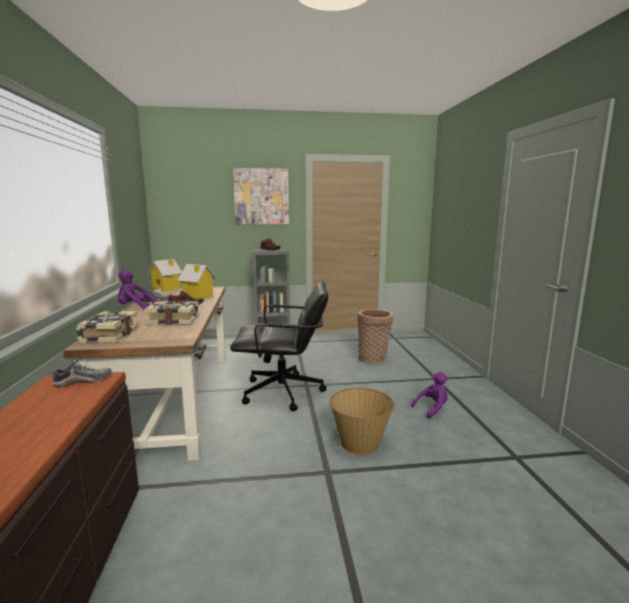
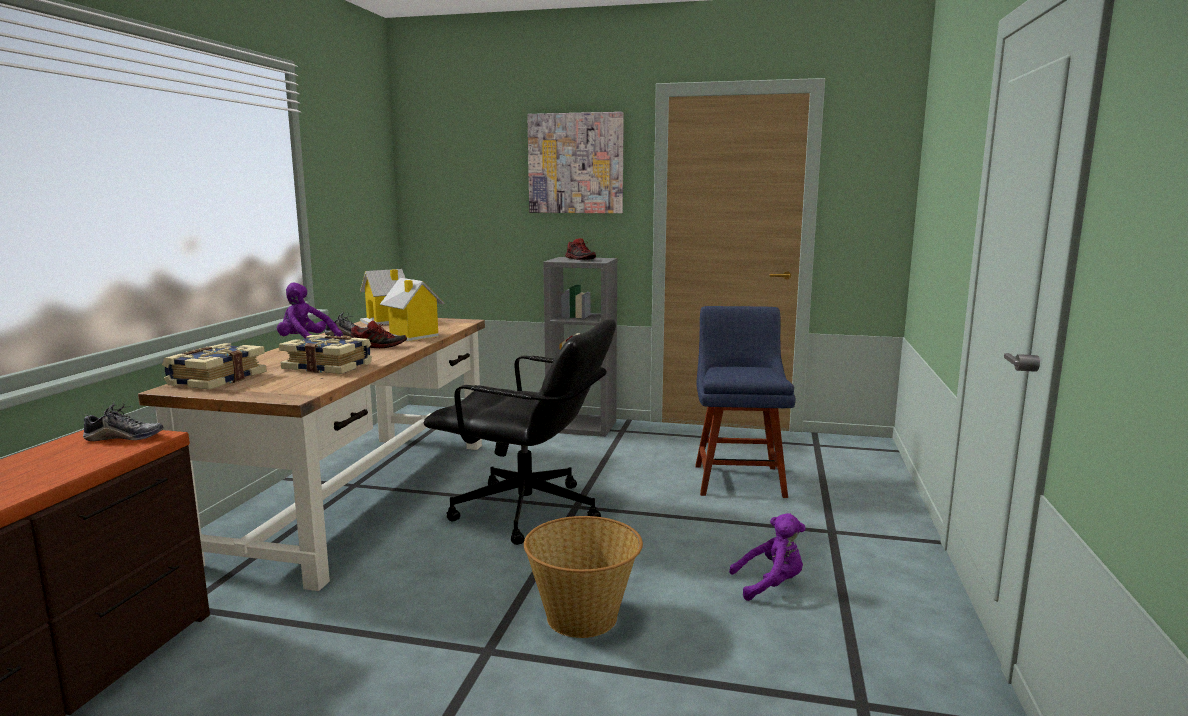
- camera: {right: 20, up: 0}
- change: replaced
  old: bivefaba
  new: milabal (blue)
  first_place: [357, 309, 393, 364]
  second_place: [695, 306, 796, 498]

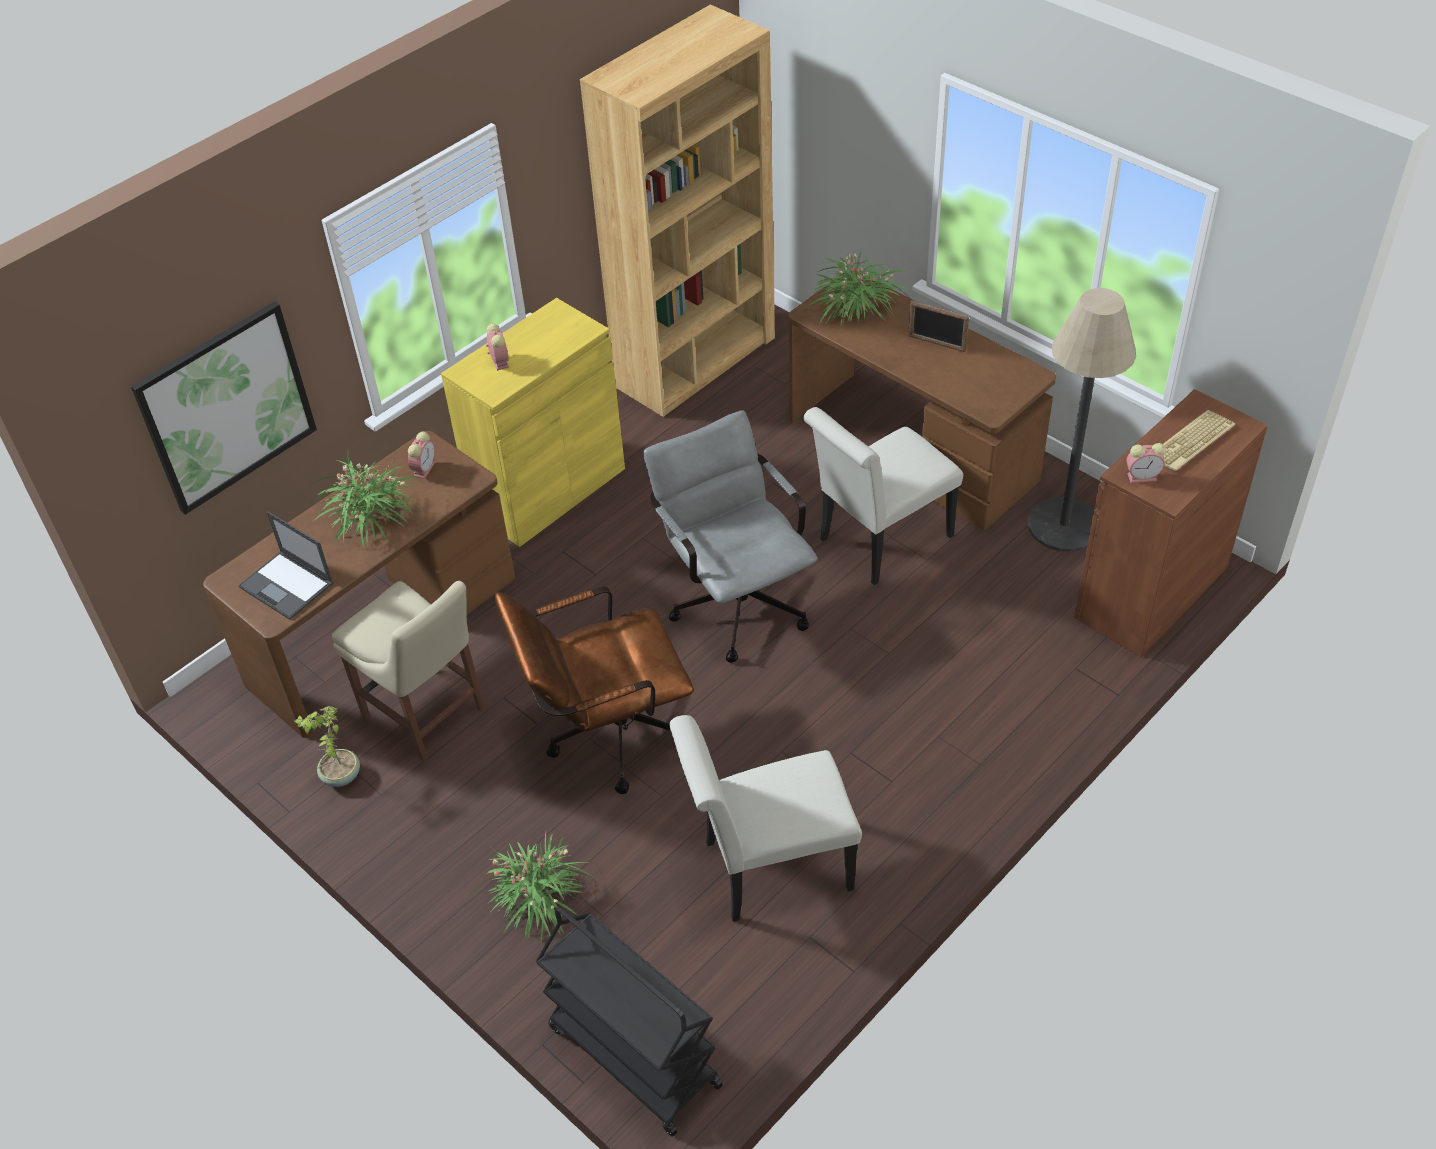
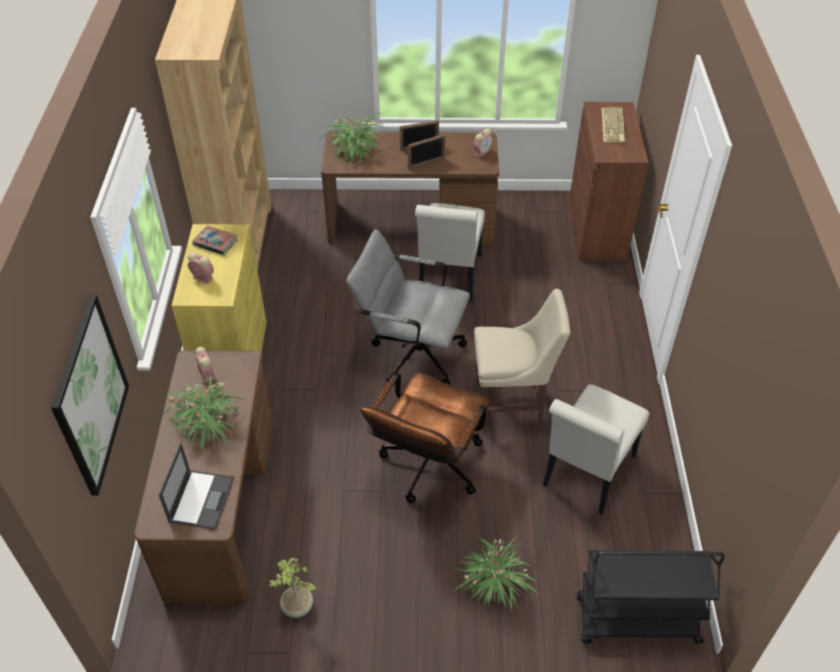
- camera: {right: -45, up: 0}
- change: removed
  old: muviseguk
  first_place: [1028, 288, 1136, 552]
- change: moved
  old: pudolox
  first_place: [1126, 443, 1166, 483]
  second_place: [473, 128, 492, 157]
- change: turned
  old: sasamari
  first_place: [238, 511, 334, 620]
  second_place: [159, 443, 234, 530]
  degrees: -75
- change: moved
  old: milabal (beige)
  first_place: [332, 581, 485, 762]
  second_place: [474, 289, 570, 430]
- change: added
  new: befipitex
  second_place: [408, 134, 445, 170]
- change: added
  new: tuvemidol
  second_place: [192, 226, 238, 255]

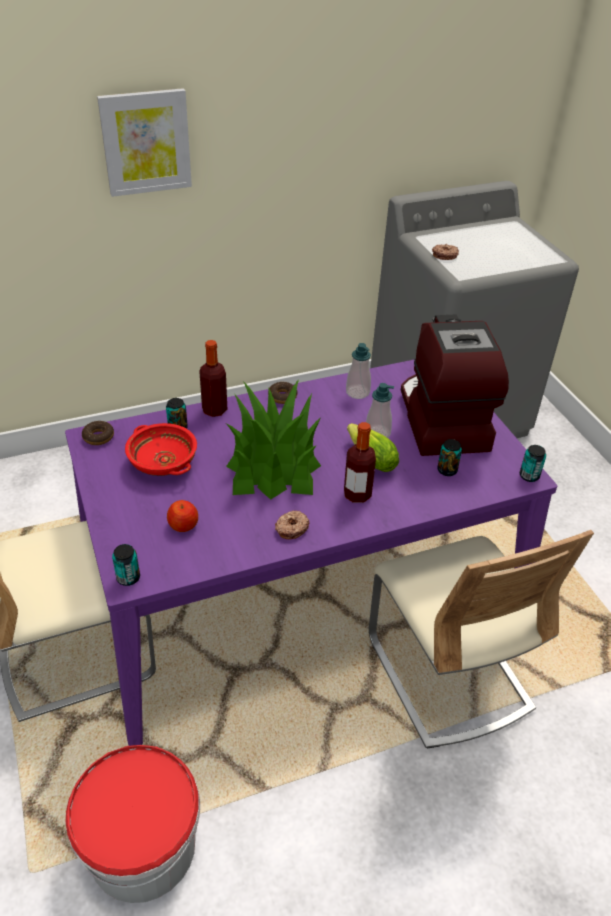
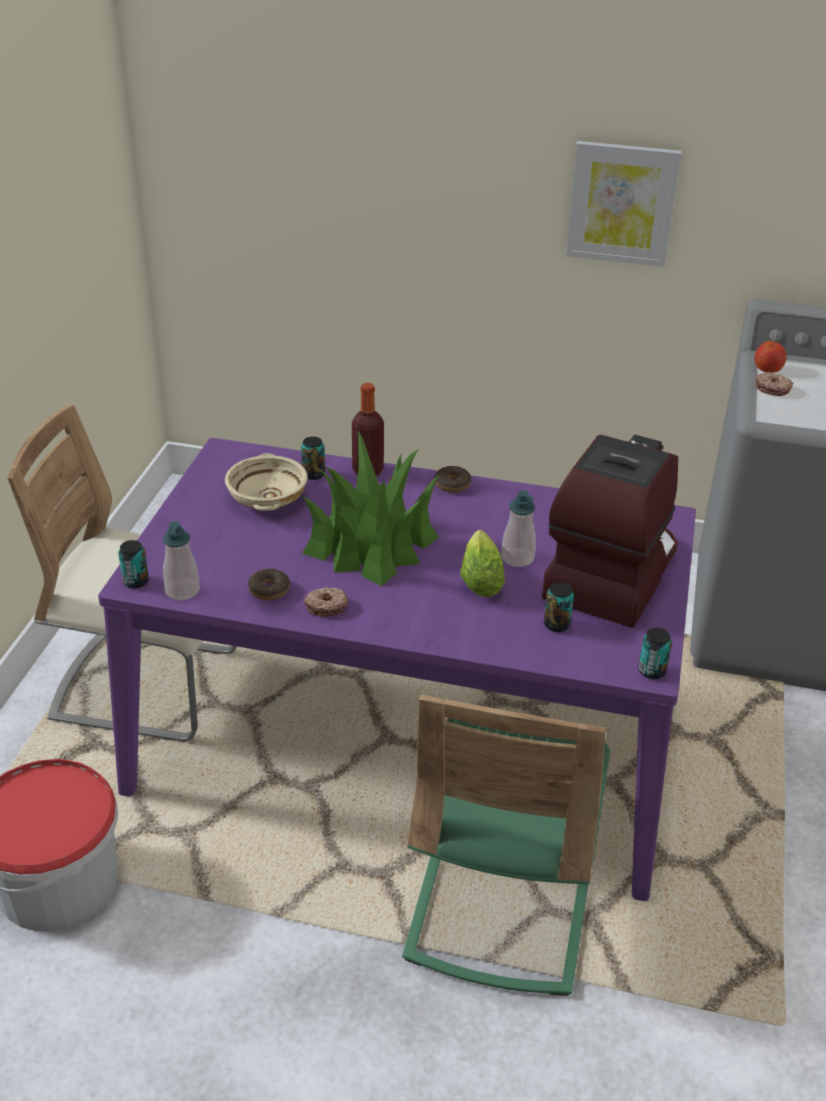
- camera: {right: 35, up: -5}
- change: moved
  old: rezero
  first_place: [97, 88, 192, 197]
  second_place: [566, 141, 682, 267]
- change: moved
  old: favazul
  first_place: [346, 343, 371, 399]
  second_place: [163, 521, 200, 601]
- change: moved
  old: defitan
  first_place: [82, 421, 114, 445]
  second_place: [248, 569, 290, 600]
- change: removed
  old: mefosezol
  first_place: [344, 422, 376, 503]
- change: recoloured
  old: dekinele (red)
  new: dekinele (beige)
  first_place: [125, 423, 197, 476]
  second_place: [225, 453, 308, 511]
- change: moved
  old: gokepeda
  first_place: [167, 500, 198, 532]
  second_place: [754, 341, 787, 373]
- change: recoloured
  old: milabal (beige)
  new: milabal (green)
  first_place: [369, 530, 594, 749]
  second_place: [402, 695, 610, 996]

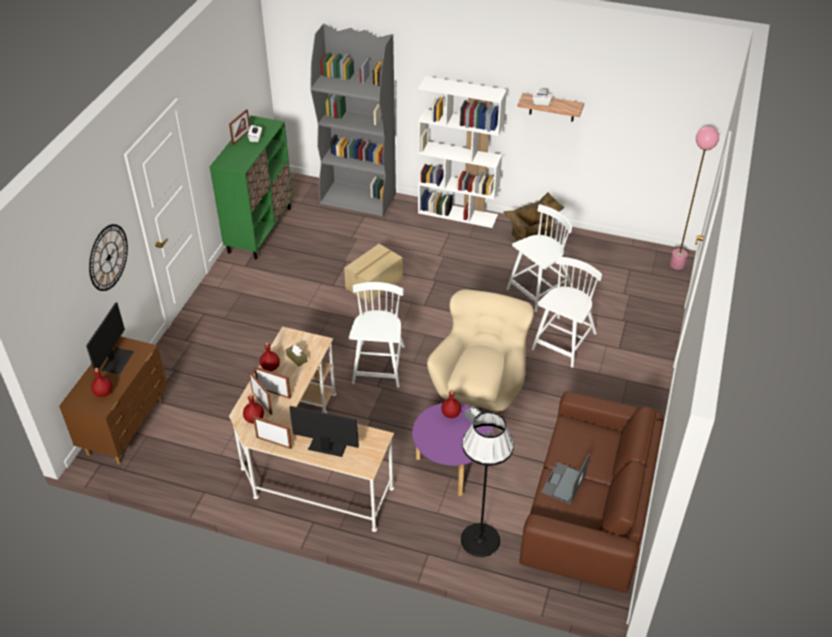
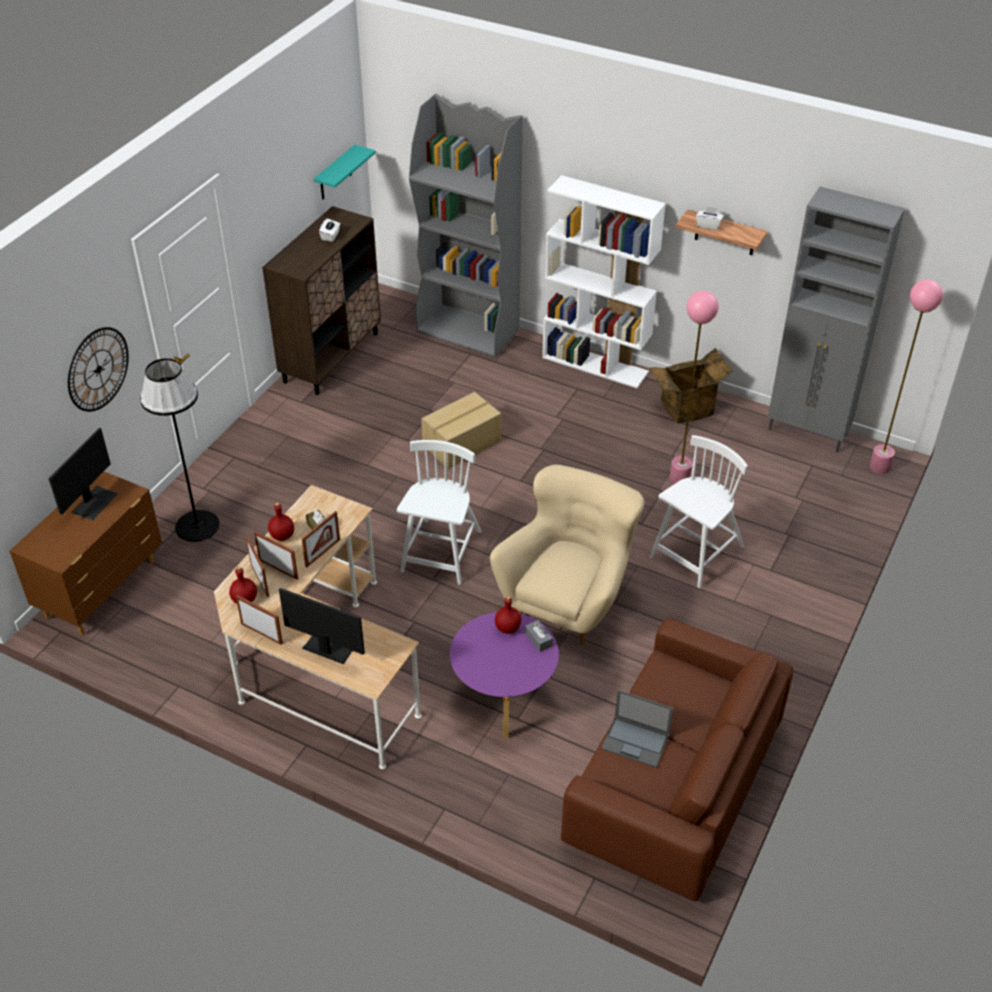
- camera: {right: 10, up: 0}
- change: moved
  old: befipitex
  first_place: [229, 109, 250, 145]
  second_place: [301, 511, 340, 567]
- change: recoloured
  old: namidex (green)
  new: namidex (brown)
  first_place: [210, 116, 293, 260]
  second_place: [262, 206, 381, 395]
- change: replaced
  old: milabal (white)
  new: muviseguk (pink)
  first_place: [507, 204, 574, 312]
  second_place: [670, 291, 719, 484]
- change: removed
  old: mefosezol (red)
  first_place: [91, 368, 112, 397]
- change: moved
  old: muviseguk (black)
  first_place: [461, 412, 514, 557]
  second_place: [140, 358, 220, 542]
- change: turned
  old: sasamari
  first_place: [541, 454, 590, 505]
  second_place: [601, 690, 673, 767]
  degrees: -105
- change: added
  new: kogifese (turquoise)
  second_place: [314, 145, 376, 199]
- change: added
  new: namidex (grey)
  second_place: [768, 187, 905, 452]

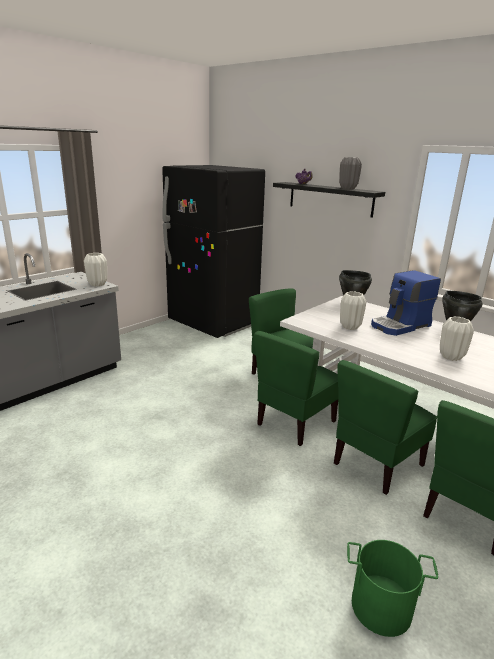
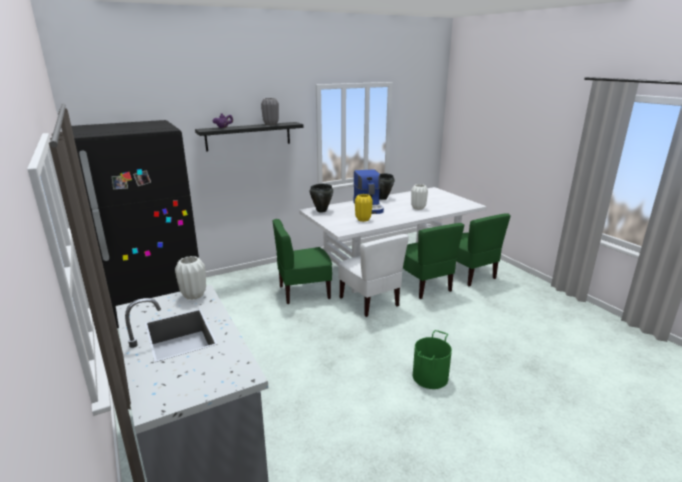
- camera: {right: -70, up: 0}
- change: recoloured
  old: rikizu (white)
  new: rikizu (yellow)
  first_place: [340, 291, 366, 330]
  second_place: [355, 194, 373, 222]
- change: recoloured
  old: milabal (green)
  new: milabal (white)
  first_place: [254, 331, 338, 446]
  second_place: [338, 234, 409, 317]
- change: moved
  old: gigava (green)
  first_place: [347, 540, 438, 637]
  second_place: [413, 330, 452, 389]

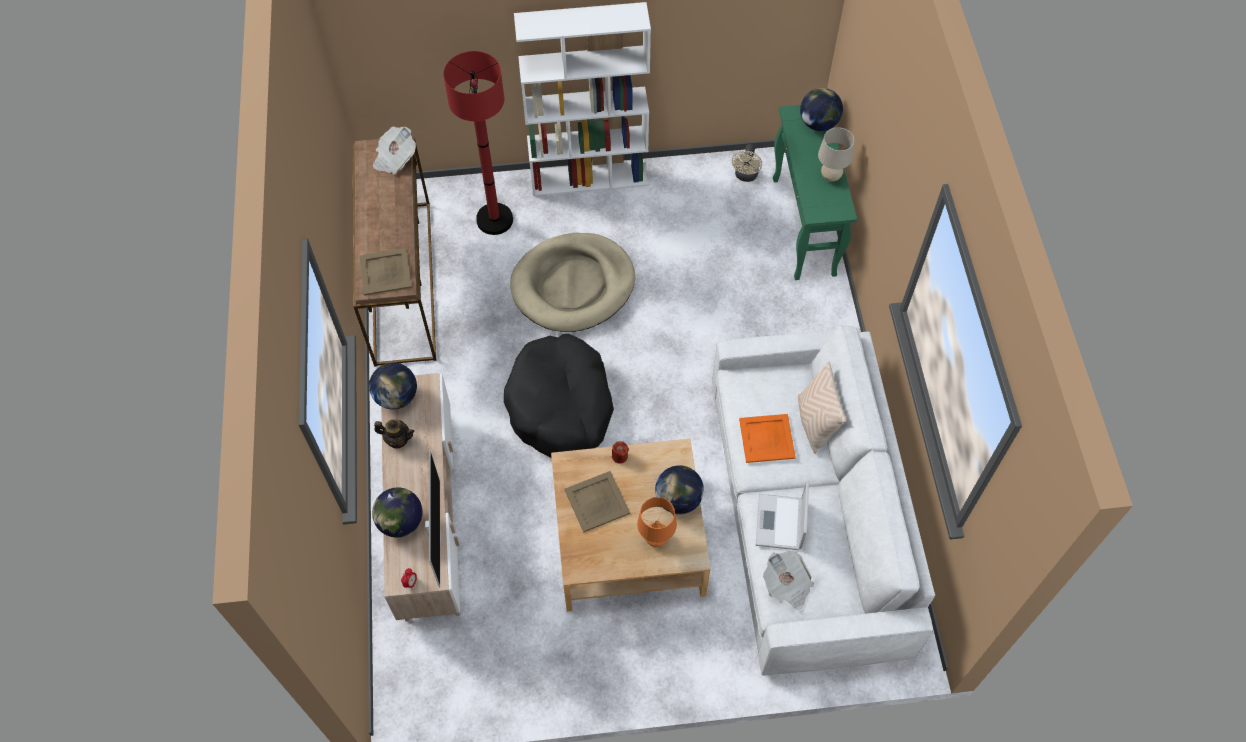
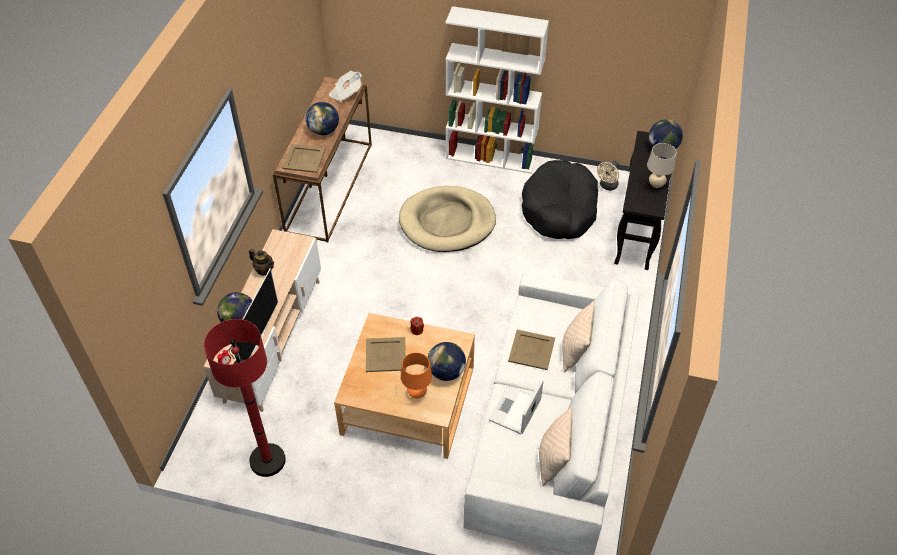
- camera: {right: 20, up: -10}
- change: moved
  old: muviseguk (red)
  first_place: [443, 51, 513, 235]
  second_place: [204, 319, 286, 477]
- change: recoloured
  old: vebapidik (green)
  new: vebapidik (black)
  first_place: [773, 105, 857, 280]
  second_place: [614, 131, 671, 270]
- change: moved
  old: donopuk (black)
  first_place: [504, 334, 614, 457]
  second_place: [522, 160, 598, 239]
- change: moved
  old: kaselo
  first_place: [369, 363, 417, 410]
  second_place: [306, 102, 339, 135]
- change: recoloured
  old: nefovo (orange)
  new: nefovo (beige)
  first_place: [739, 414, 796, 463]
  second_place: [508, 330, 555, 370]
- change: removed
  old: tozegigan
  first_place: [763, 551, 814, 610]
- change: added
  new: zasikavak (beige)
  second_place: [539, 407, 572, 486]

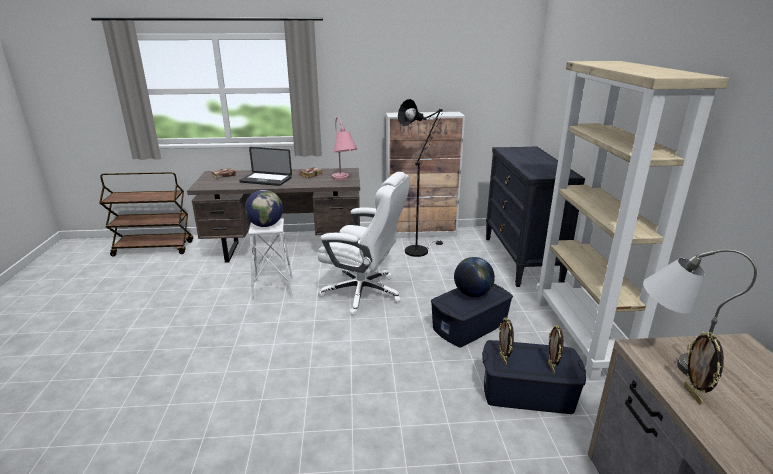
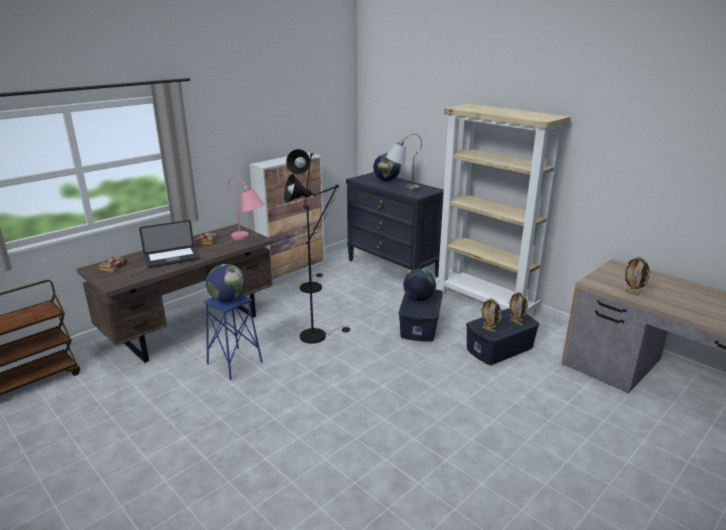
- camera: {right: -40, up: 0}
- change: replaced
  old: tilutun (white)
  new: muviseguk (black)
  first_place: [318, 172, 410, 316]
  second_place: [284, 174, 352, 344]
- change: recoloured
  old: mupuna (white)
  new: mupuna (blue)
  first_place: [248, 218, 293, 300]
  second_place: [203, 295, 263, 380]
- change: moved
  old: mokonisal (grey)
  first_place: [643, 249, 757, 375]
  second_place: [386, 134, 422, 191]
- change: added
  new: kaselo
  second_place: [373, 153, 401, 181]

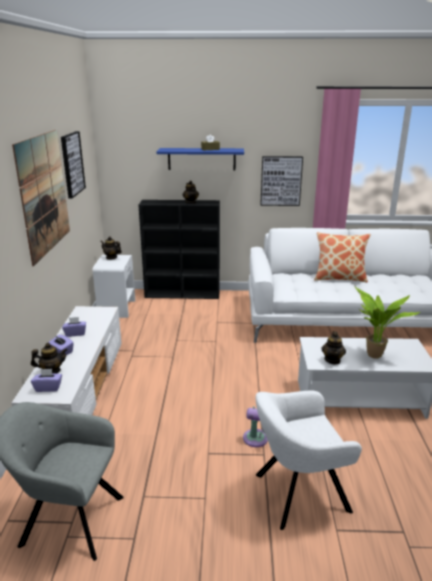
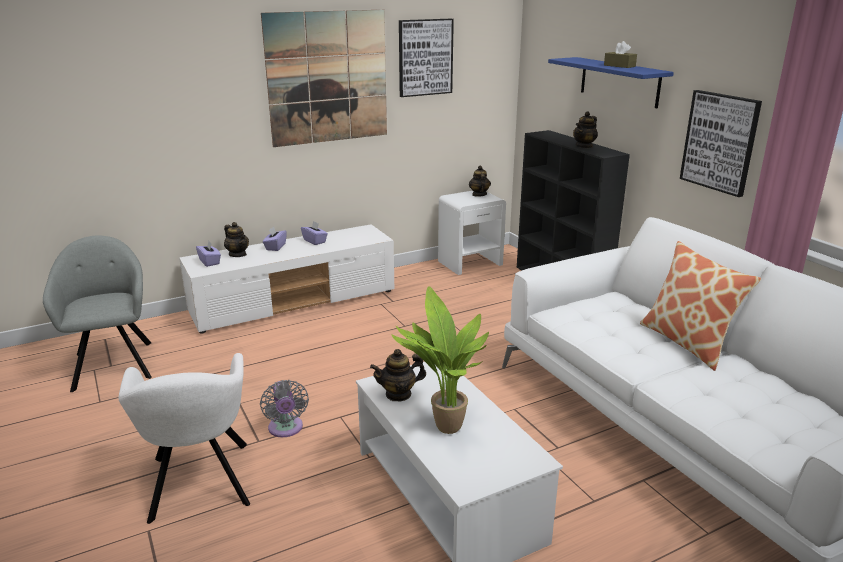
- camera: {right: 60, up: 0}
- change: turned
  old: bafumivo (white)
  first_place: [256, 391, 362, 530]
  second_place: [119, 353, 250, 524]
  degrees: -150

